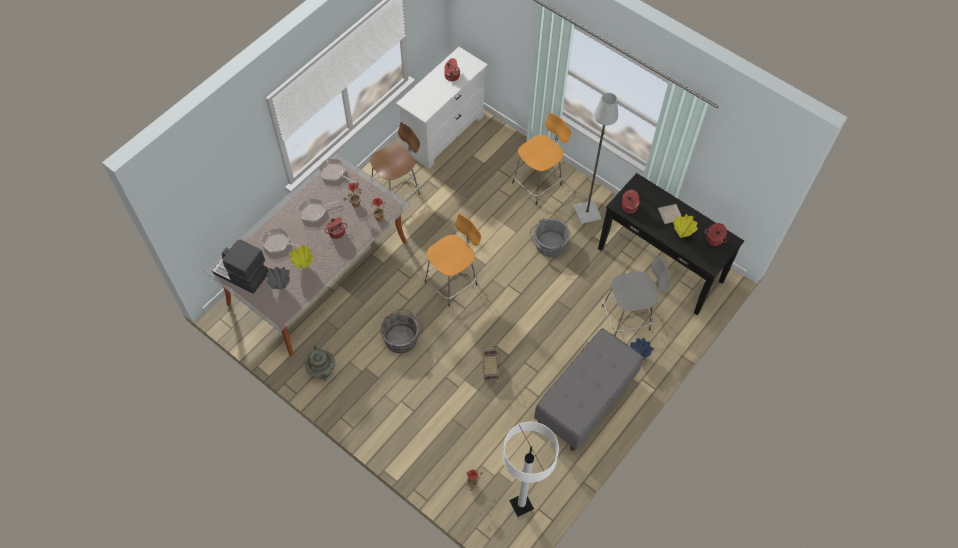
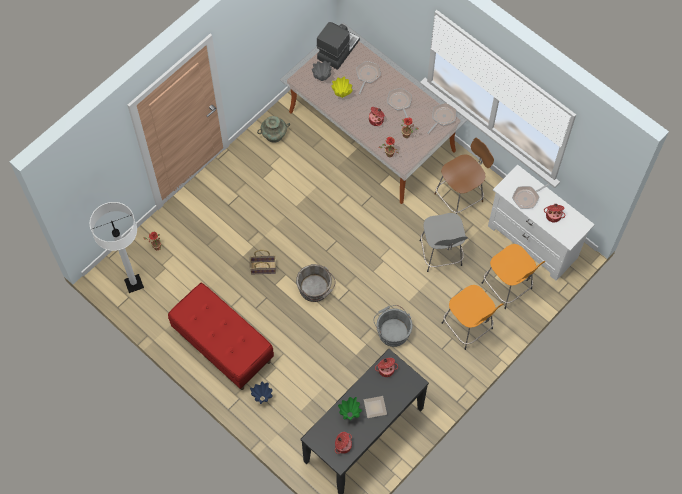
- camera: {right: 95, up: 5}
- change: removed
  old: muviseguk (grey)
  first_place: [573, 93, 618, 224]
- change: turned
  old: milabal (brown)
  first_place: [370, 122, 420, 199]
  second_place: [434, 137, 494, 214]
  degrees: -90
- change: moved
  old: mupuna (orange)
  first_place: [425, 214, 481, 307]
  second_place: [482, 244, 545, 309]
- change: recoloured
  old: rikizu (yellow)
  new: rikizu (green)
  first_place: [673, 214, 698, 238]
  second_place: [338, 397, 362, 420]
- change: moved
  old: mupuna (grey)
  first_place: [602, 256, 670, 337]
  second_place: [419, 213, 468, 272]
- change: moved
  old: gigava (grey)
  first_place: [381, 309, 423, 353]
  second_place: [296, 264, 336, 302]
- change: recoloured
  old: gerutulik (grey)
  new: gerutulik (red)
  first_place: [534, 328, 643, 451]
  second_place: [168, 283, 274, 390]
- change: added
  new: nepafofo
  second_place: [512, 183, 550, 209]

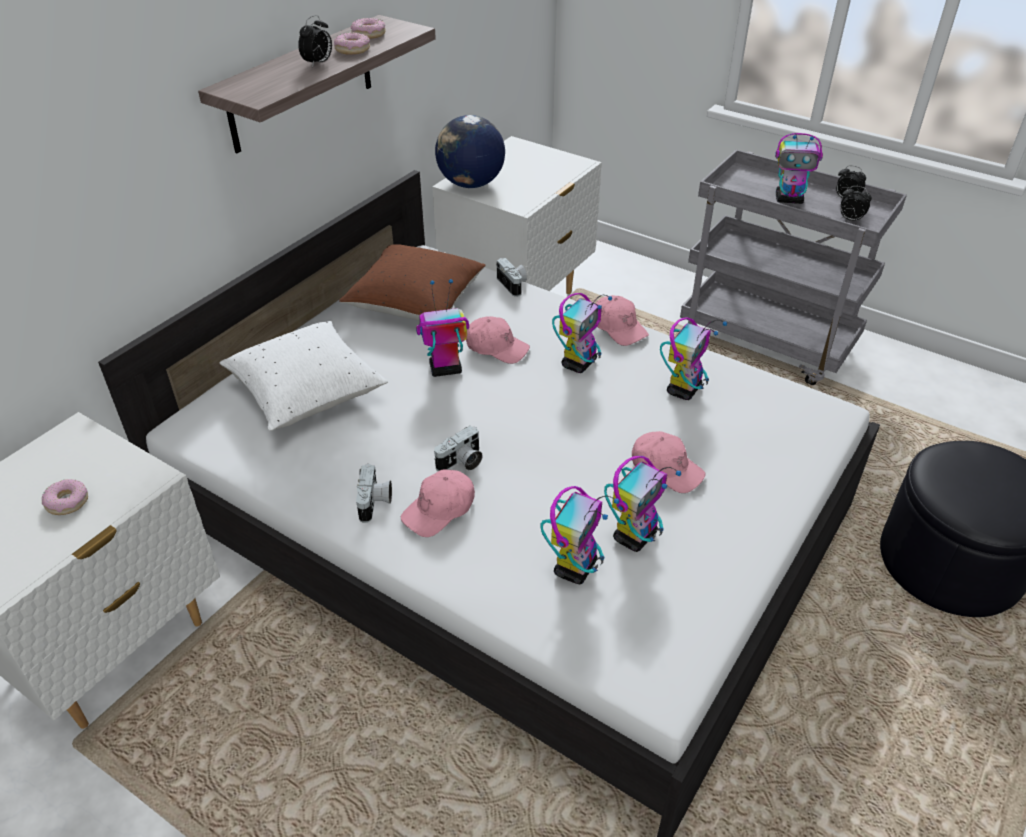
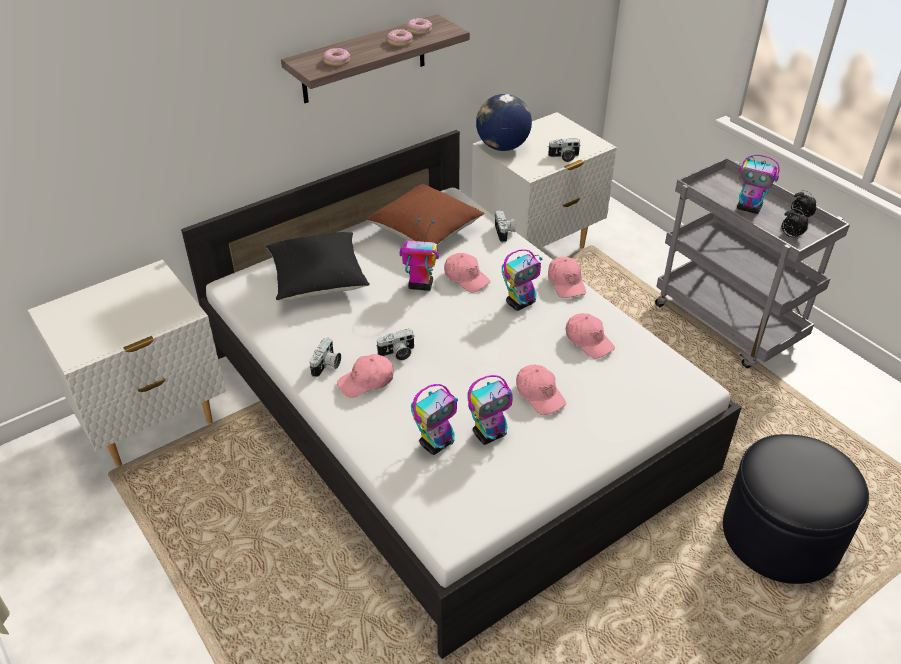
- camera: {right: 20, up: 0}
- change: removed
  old: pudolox
  first_place: [298, 15, 332, 68]
- change: replaced
  old: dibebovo
  new: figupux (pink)
  first_place: [660, 318, 727, 400]
  second_place: [566, 313, 615, 359]
- change: recoloured
  old: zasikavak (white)
  new: zasikavak (black)
  first_place: [220, 321, 388, 431]
  second_place: [266, 232, 370, 301]
- change: moved
  old: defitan
  first_place: [42, 479, 88, 515]
  second_place: [323, 48, 350, 66]
- change: added
  new: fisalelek
  second_place: [548, 138, 580, 162]

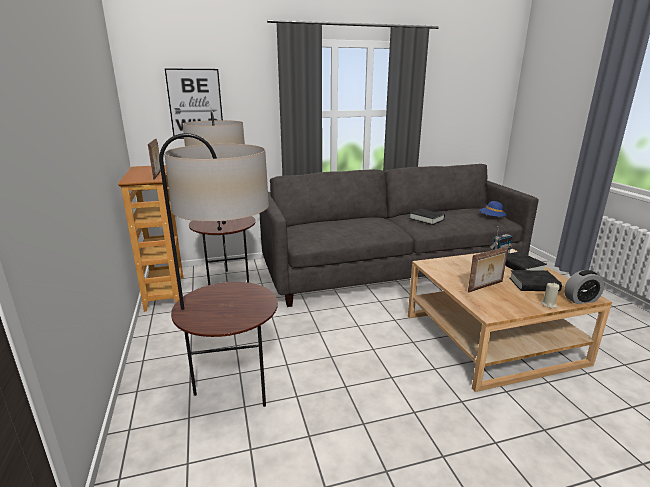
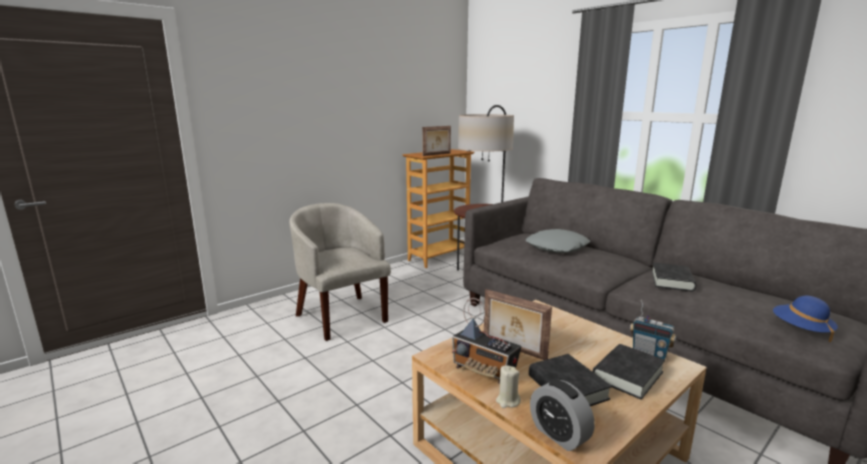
- camera: {right: 65, up: -5}
- change: removed
  old: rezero
  first_place: [165, 68, 223, 139]
- change: replaced
  old: muviseguk
  new: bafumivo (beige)
  first_place: [159, 133, 278, 407]
  second_place: [289, 203, 391, 341]
- change: added
  new: zasikavak (grey)
  second_place: [526, 229, 590, 253]
- change: added
  new: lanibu
  second_place: [452, 298, 522, 384]

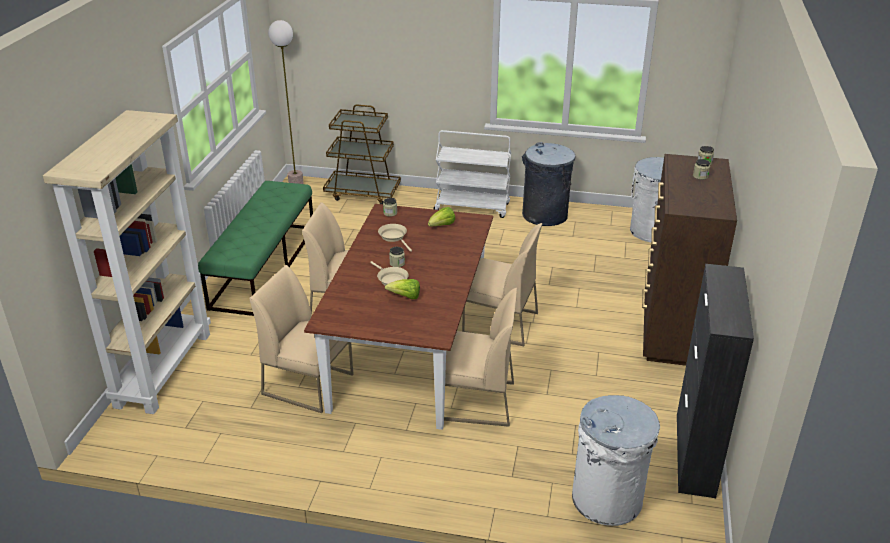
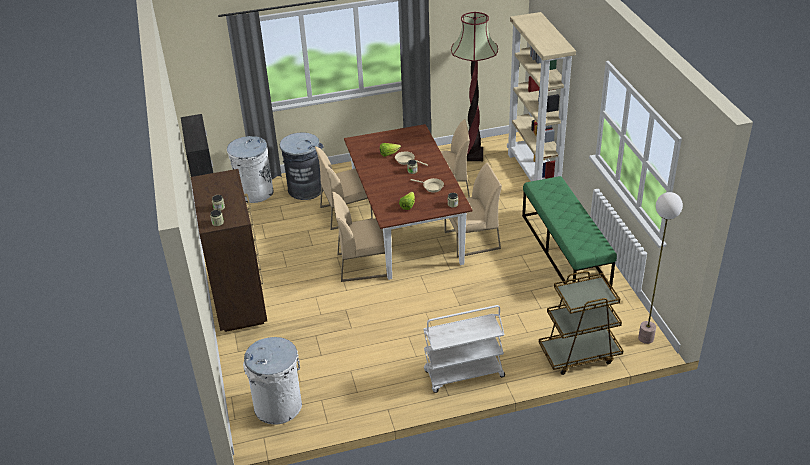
- camera: {right: 155, up: 5}
- change: moved
  old: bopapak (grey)
  first_place: [522, 142, 575, 226]
  second_place: [280, 132, 324, 200]
- change: added
  new: muviseguk
  second_place: [451, 12, 498, 161]

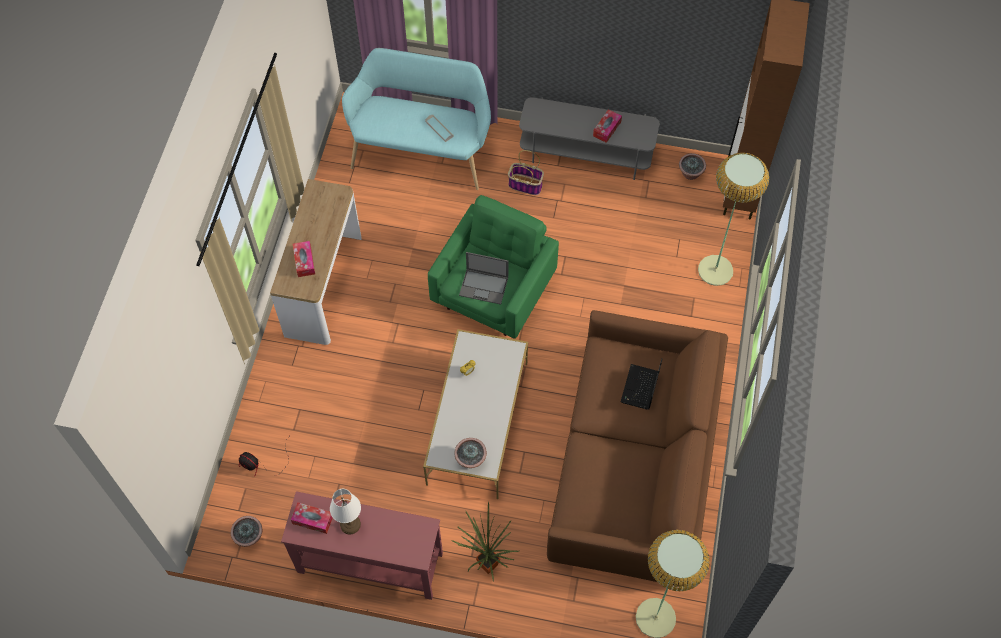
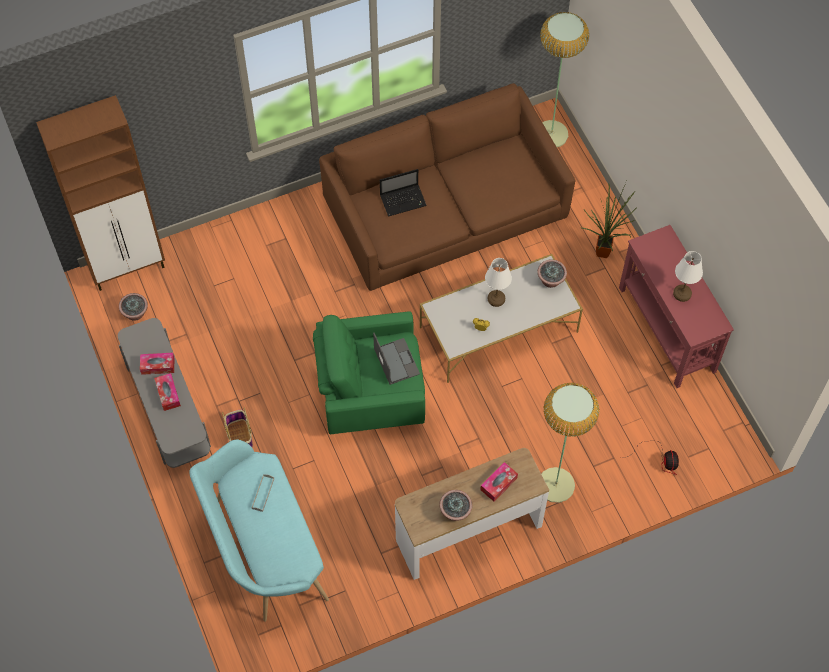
- camera: {right: -125, up: 0}
- change: moved
  old: muviseguk
  first_place: [698, 153, 769, 286]
  second_place: [541, 383, 599, 503]
- change: moved
  old: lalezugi
  first_place: [291, 502, 333, 534]
  second_place: [154, 373, 181, 411]
- change: moved
  old: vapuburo
  first_place: [231, 516, 263, 547]
  second_place: [439, 490, 472, 521]
- change: added
  new: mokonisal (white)
  second_place: [485, 258, 512, 307]

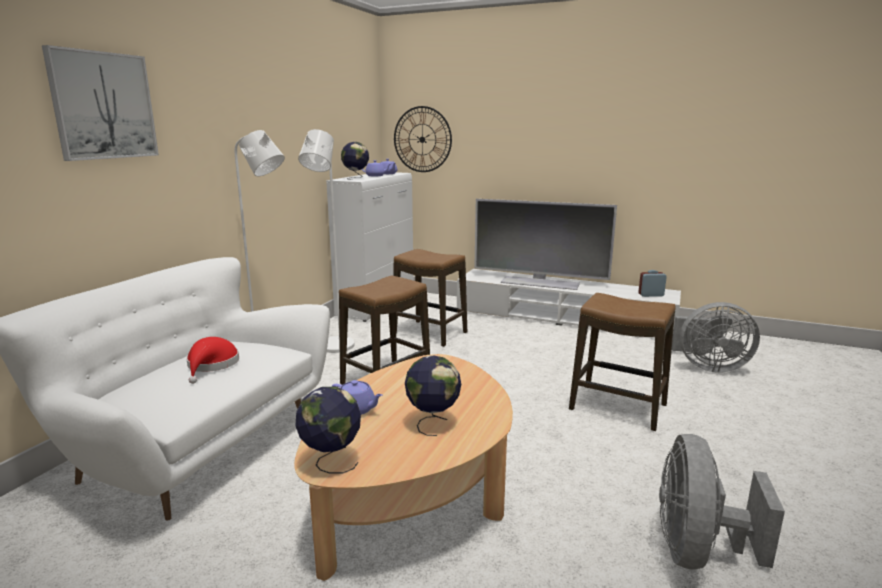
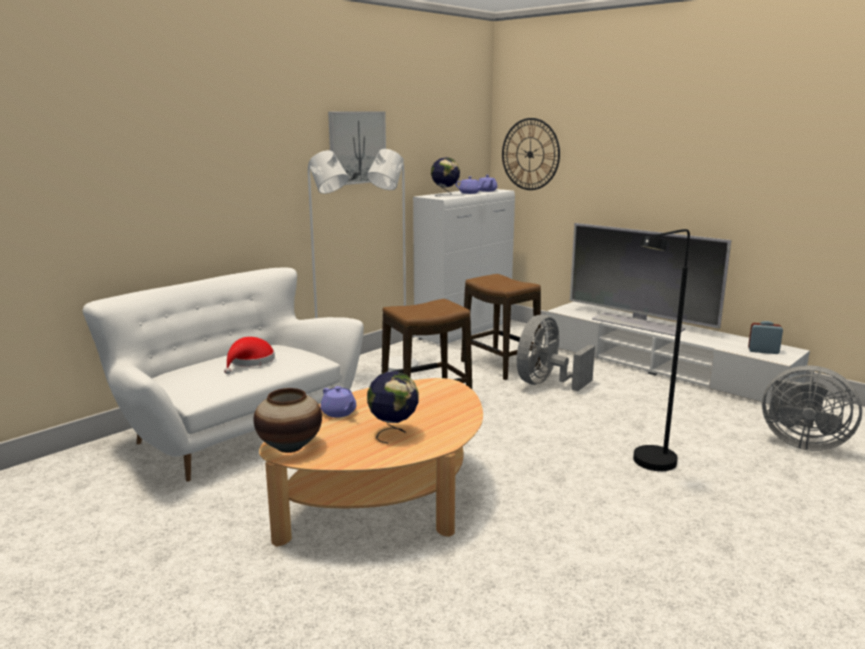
- camera: {right: 20, up: 0}
- change: moved
  old: rezero
  first_place: [42, 45, 159, 161]
  second_place: [328, 111, 386, 185]
- change: replaced
  old: mupuna
  new: muviseguk (black)
  first_place: [569, 293, 676, 431]
  second_place: [633, 229, 690, 471]
- change: replaced
  old: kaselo
  new: rikizu
  first_place: [295, 387, 361, 473]
  second_place: [254, 388, 322, 453]
- change: moved
  old: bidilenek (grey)
  first_place: [659, 434, 785, 570]
  second_place: [517, 315, 595, 391]

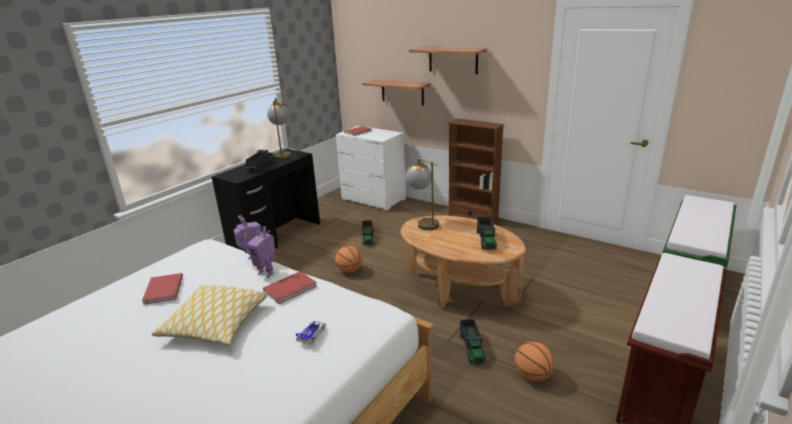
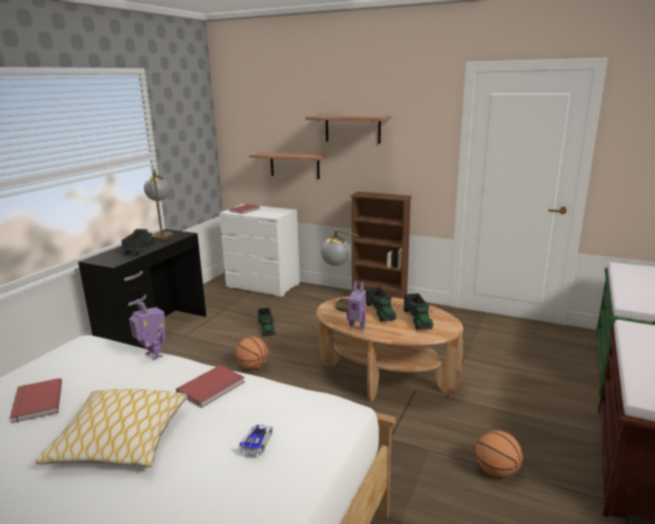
- camera: {right: -10, up: -5}
- change: moved
  old: dibebovo
  first_place: [247, 225, 275, 278]
  second_place: [346, 281, 366, 332]
- change: moved
  old: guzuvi
  first_place: [460, 319, 486, 365]
  second_place: [366, 287, 396, 322]

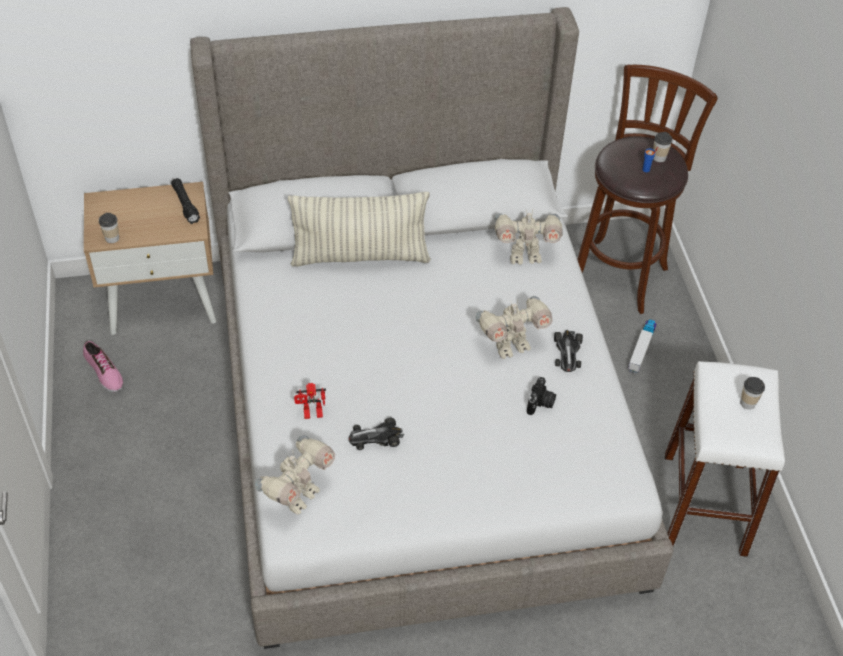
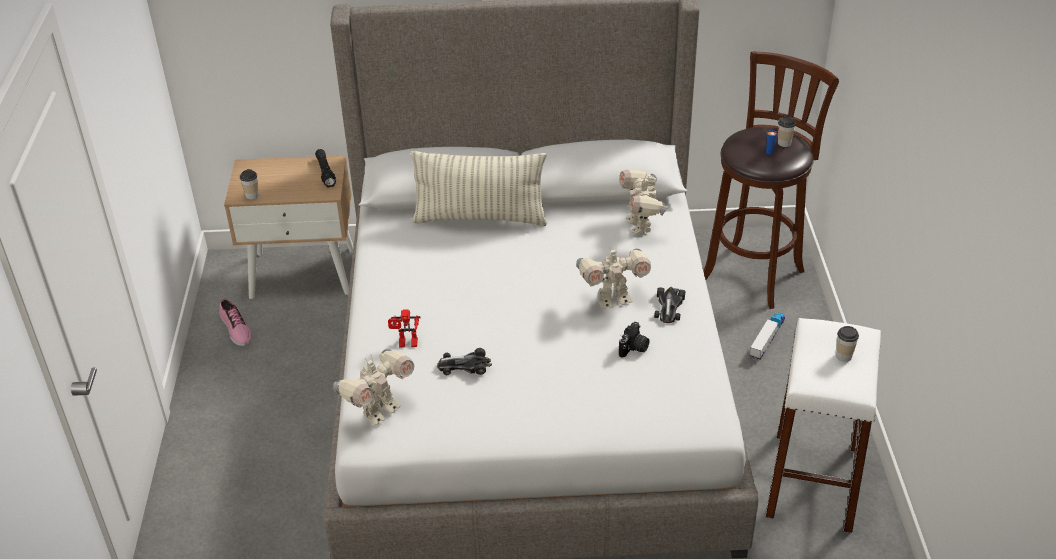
- camera: {right: 10, up: -10}
- change: turned
  old: dibebovo
  first_place: [494, 209, 563, 265]
  second_place: [619, 169, 668, 234]
  degrees: 75

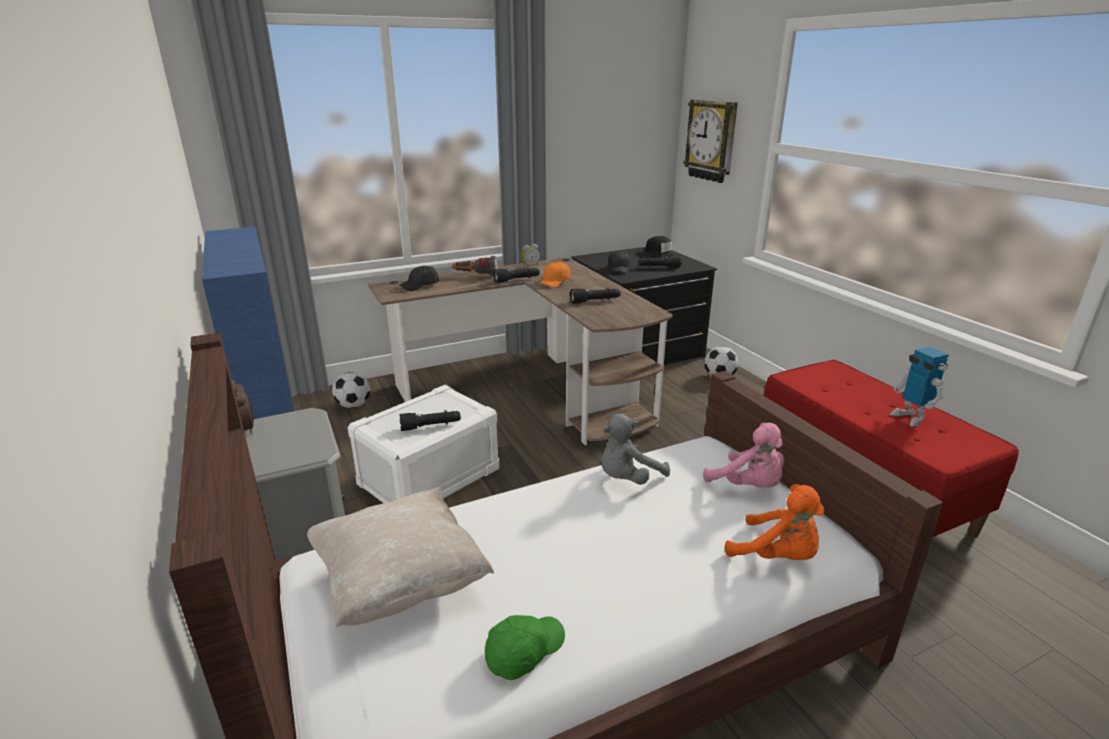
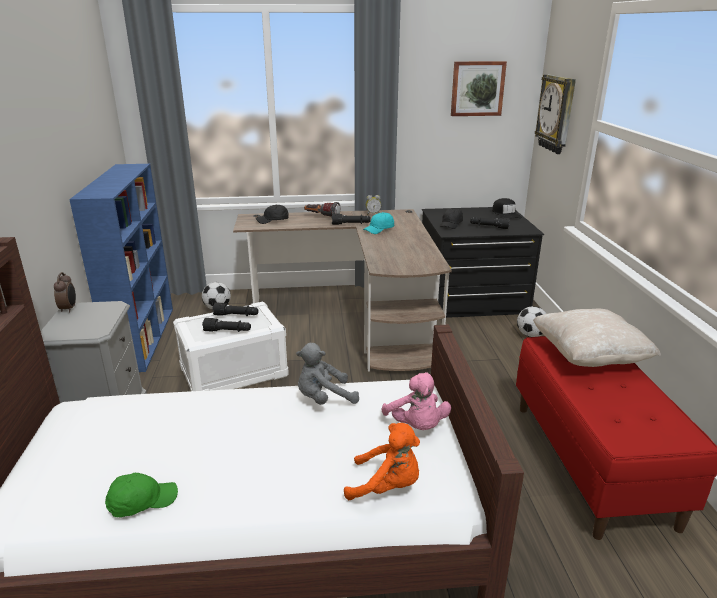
- camera: {right: 20, up: 0}
- change: recoloured
  old: figupux (orange)
  new: figupux (turquoise)
  first_place: [538, 262, 570, 288]
  second_place: [363, 212, 394, 234]
- change: moved
  old: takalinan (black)
  first_place: [570, 288, 621, 304]
  second_place: [213, 303, 258, 316]
- change: removed
  old: dibebovo
  first_place: [890, 347, 949, 427]
- change: turned
  old: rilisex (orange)
  first_place: [725, 484, 825, 560]
  second_place: [344, 423, 420, 500]
  degrees: -45
- change: moved
  old: zasikavak (beige)
  first_place: [307, 487, 494, 627]
  second_place: [533, 308, 661, 367]
- change: added
  new: rezero
  second_place: [451, 61, 507, 116]

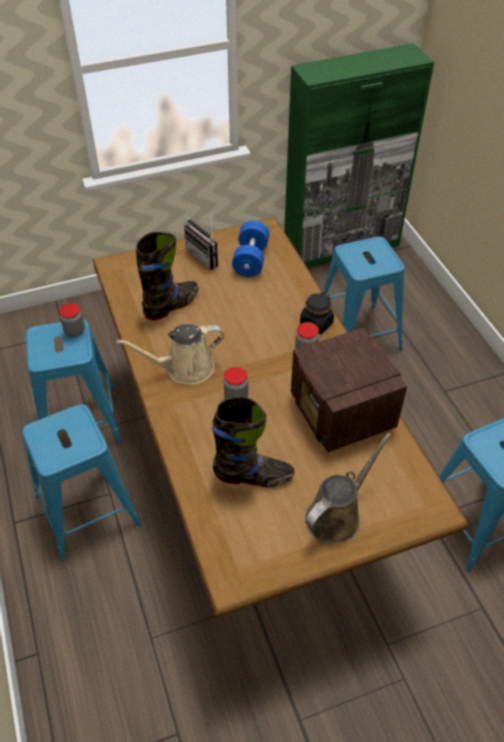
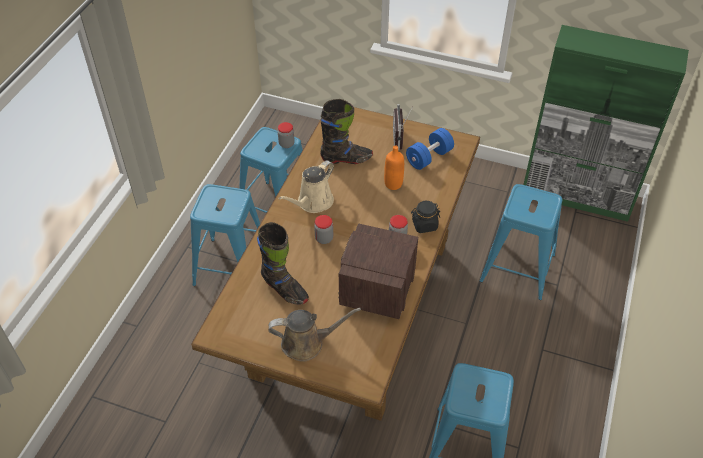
- camera: {right: 40, up: 0}
- change: turned
  old: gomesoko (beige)
  first_place: [117, 324, 224, 384]
  second_place: [278, 160, 334, 213]
  degrees: -75
- change: added
  new: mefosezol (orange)
  second_place: [384, 145, 404, 190]

